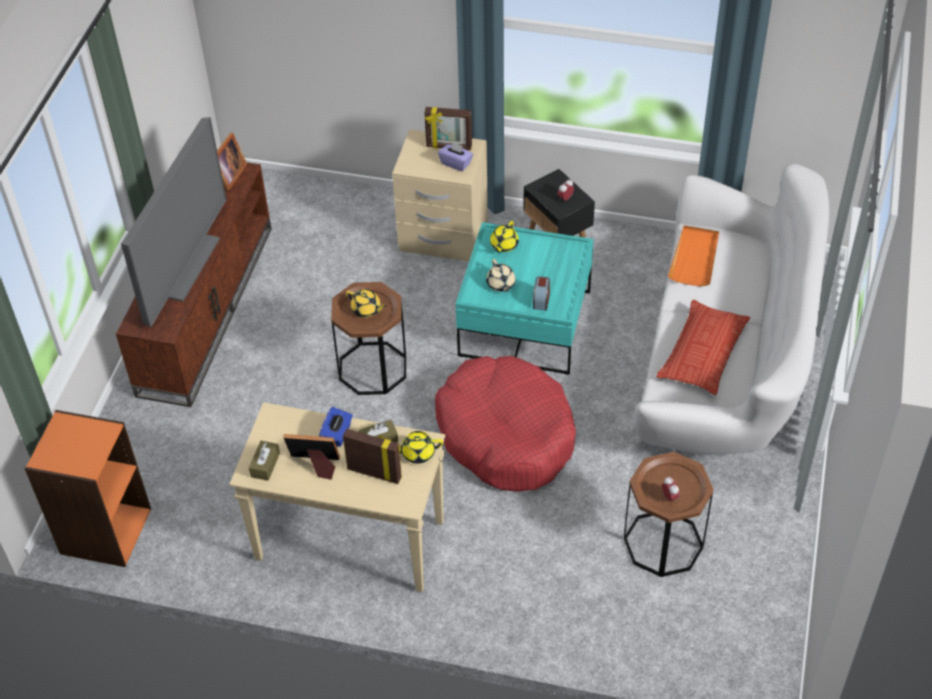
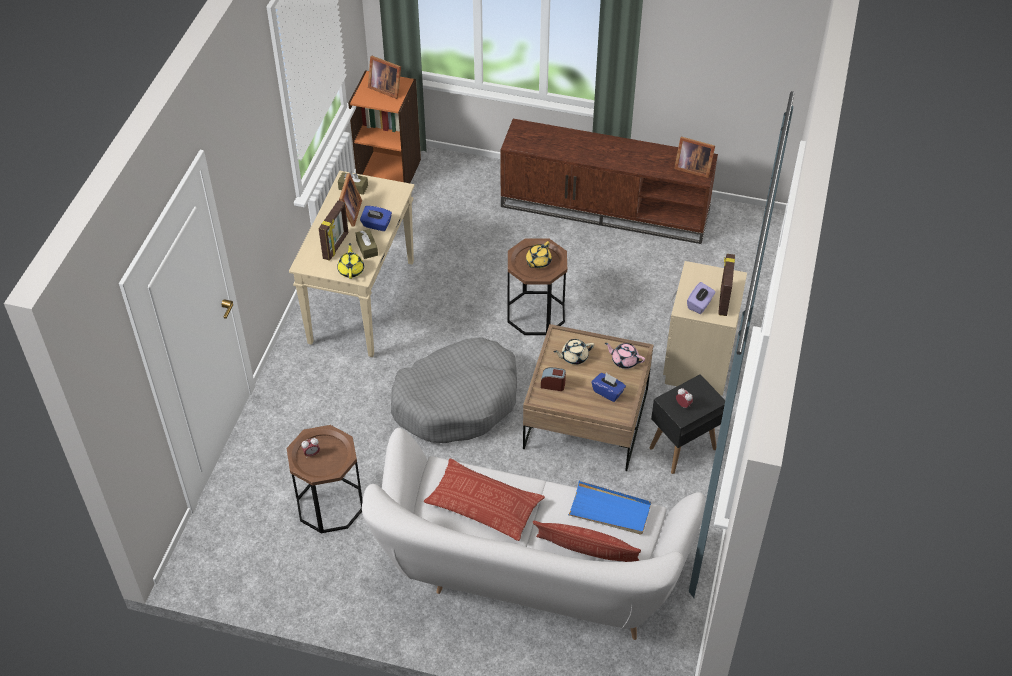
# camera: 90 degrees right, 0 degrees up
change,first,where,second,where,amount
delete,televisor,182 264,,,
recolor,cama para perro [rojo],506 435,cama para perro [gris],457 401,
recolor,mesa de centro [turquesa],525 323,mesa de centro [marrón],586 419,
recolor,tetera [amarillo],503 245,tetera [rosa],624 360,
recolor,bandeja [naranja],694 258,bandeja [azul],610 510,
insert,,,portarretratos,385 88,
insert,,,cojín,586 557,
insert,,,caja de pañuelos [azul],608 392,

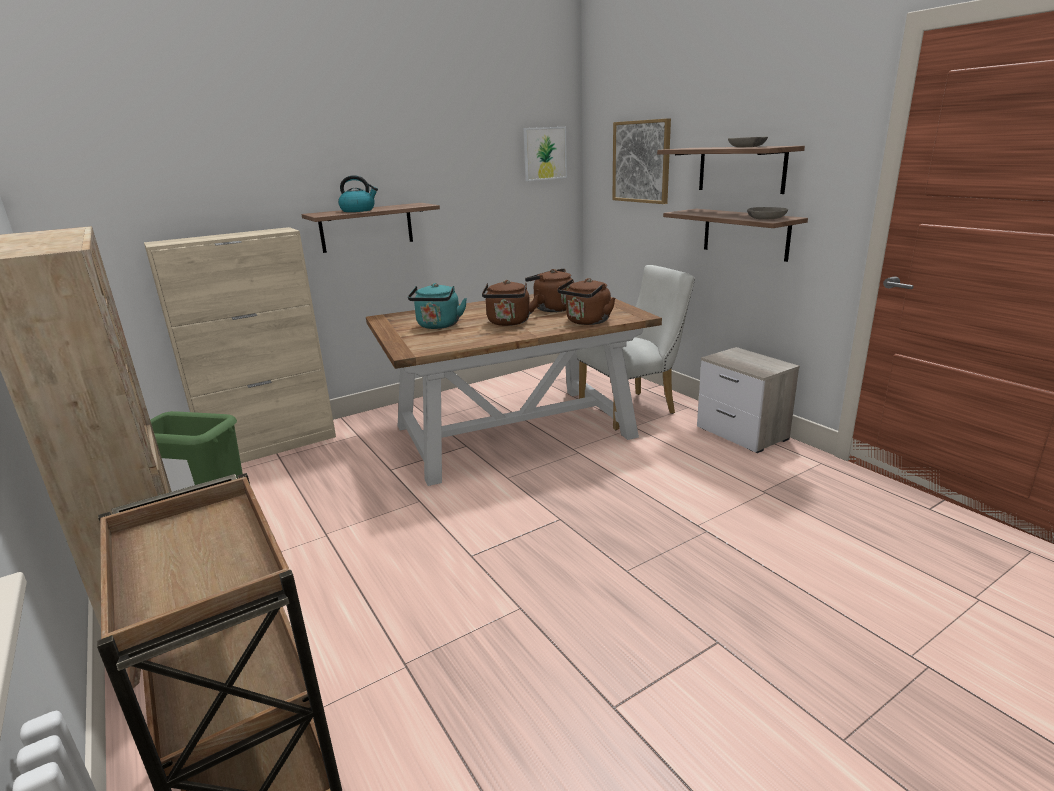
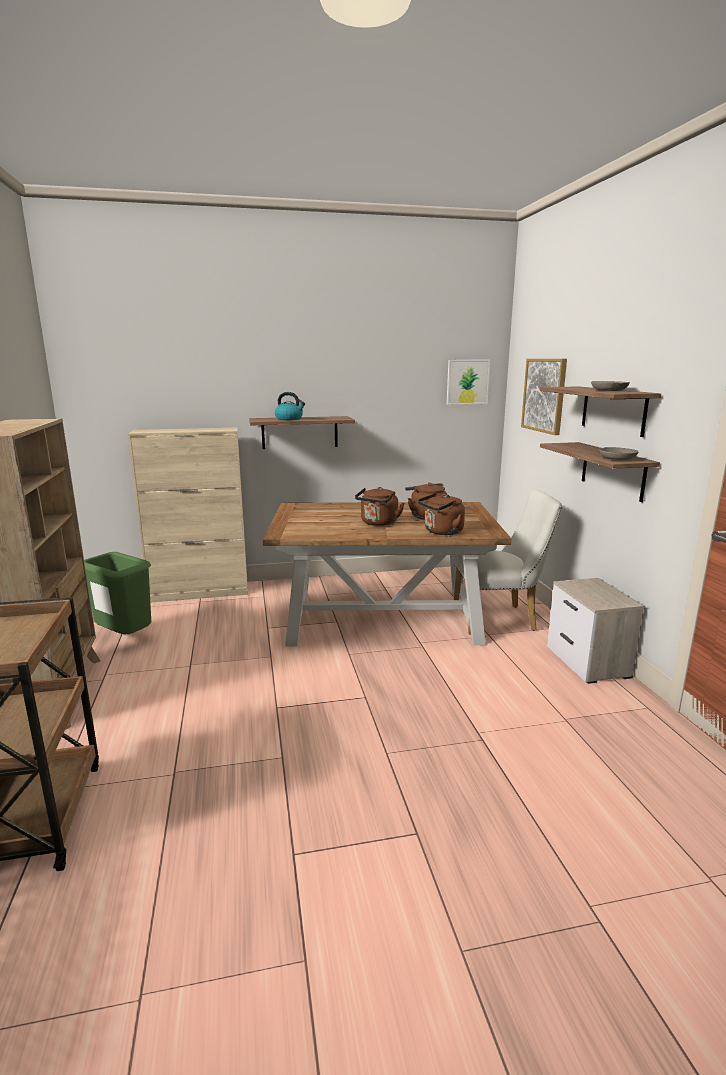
# camera: 20 degrees right, 5 degrees down
change,first,where,second,where,amount
delete,hervidor [turquesa],438 326,,,

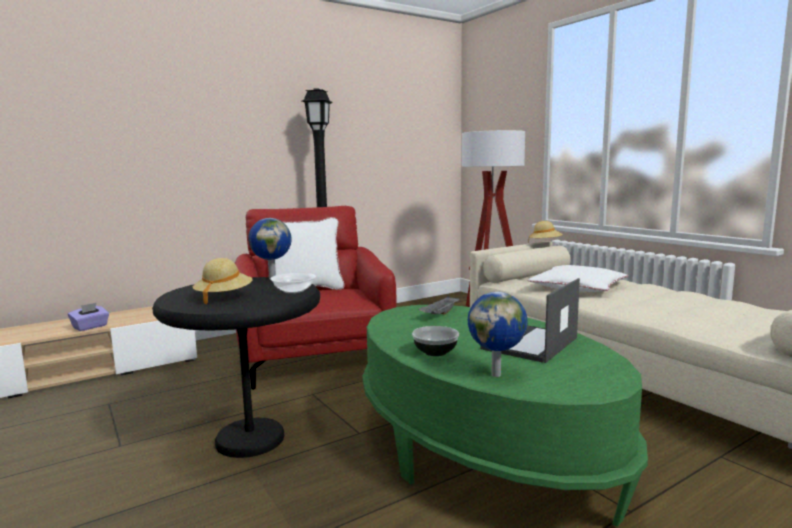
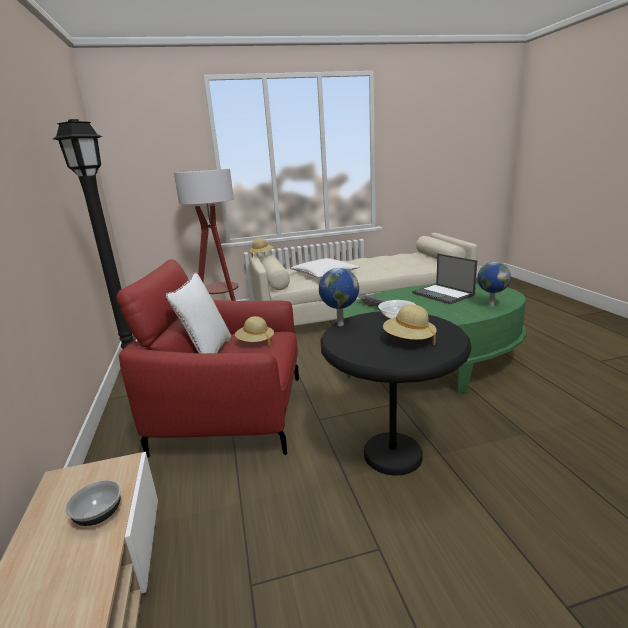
# camera: 70 degrees left, 10 degrees up
change,first,where,second,where,amount
delete,caja de pañuelos [morado],90 327,,,
move,cuenco,436 352,,99 514,
insert,,,sombrero [beis],255 342,

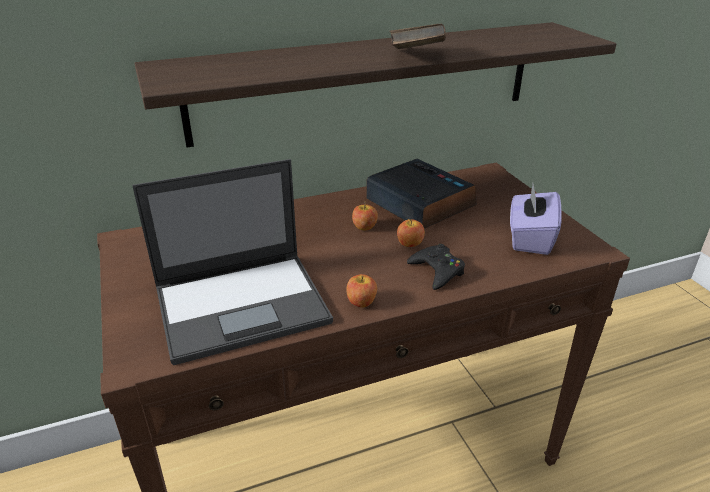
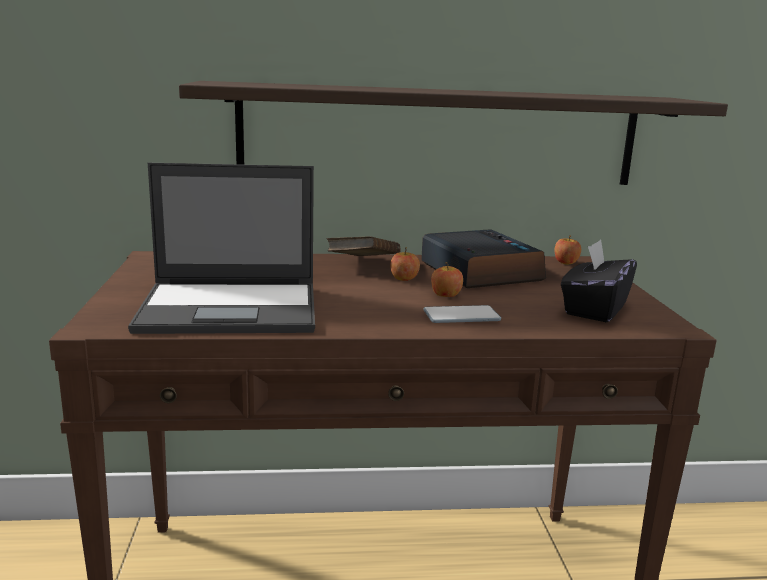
# camera: 15 degrees right, 15 degrees down
change,first,where,second,where,amount
move,manzana,361 302,,566 263,
move,libro [marrón],417 57,,363 265,
replace,mando de consola [negro],437 271,móvil,461 316,
recolor,caja de pañuelos [morado],529 238,caja de pañuelos [negro],594 309,

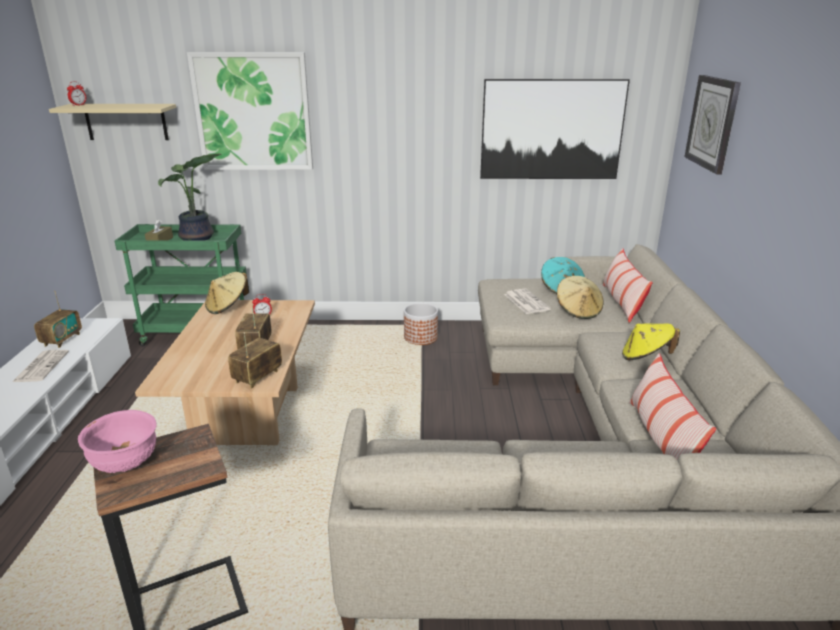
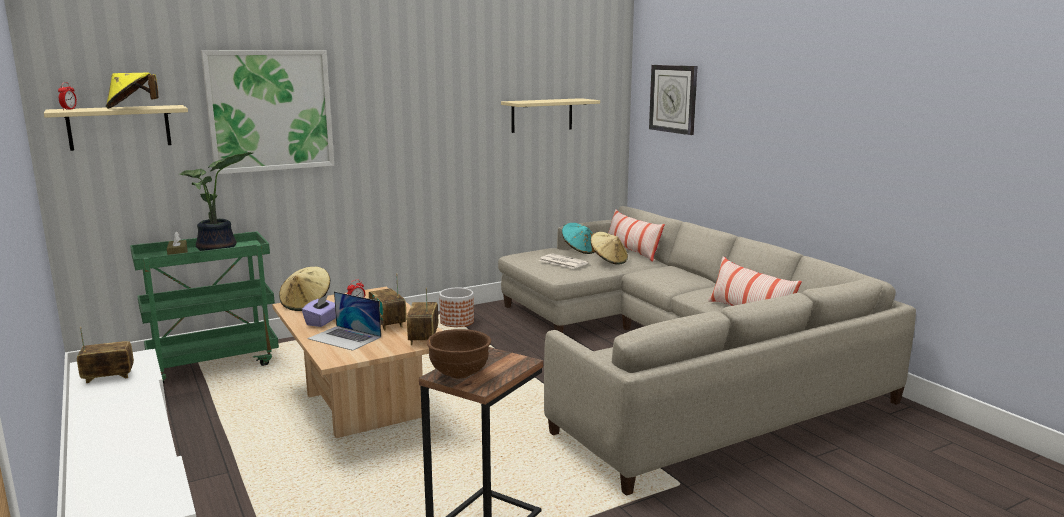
# camera: 30 degrees left, 10 degrees down
change,first,where,second,where,amount
delete,periódico,41 366,,,
rotate,radio,62 340,,108 377,90 degrees counterclockwise
recolor,cuenco [rosa],126 464,cuenco [marrón],460 375,
replace,cuadro,552 130,estante [beis],542 115,
move,sombrero [amarillo],645 357,,131 108,
insert,,,caja de pañuelos [morado],322 322,
insert,,,portátil,344 338,

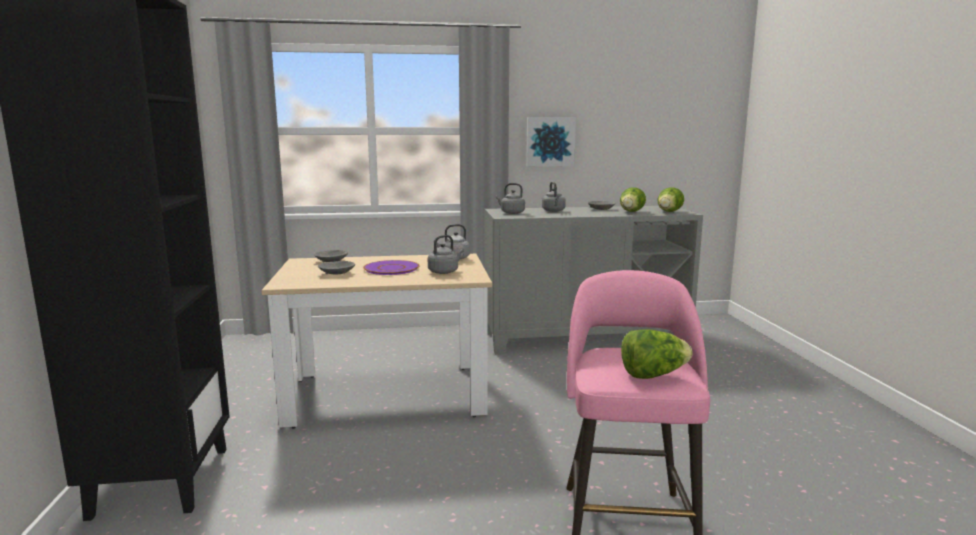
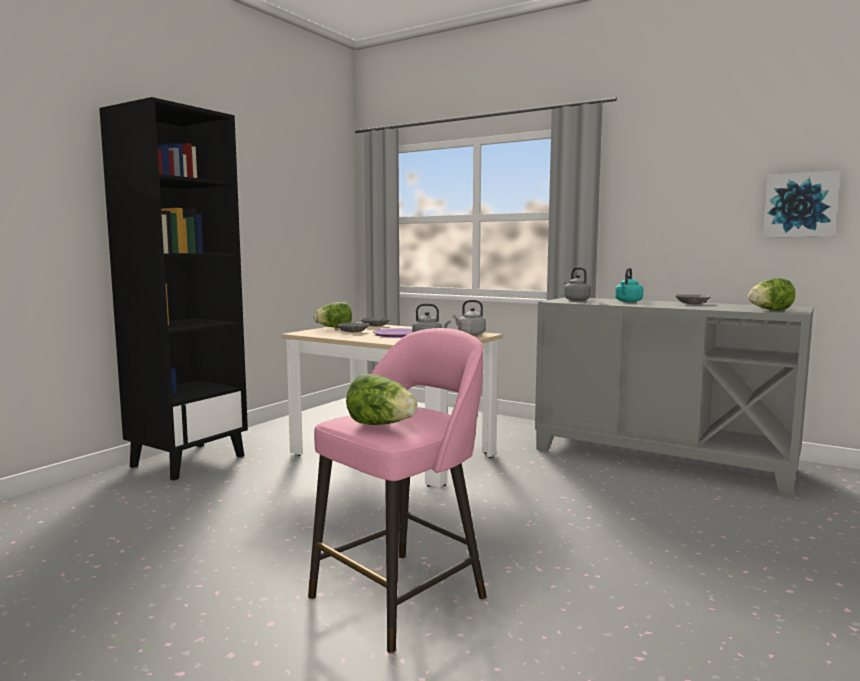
# camera: 40 degrees right, 5 degrees down
change,first,where,second,where,amount
move,cuadro,550 141,,800 205,
recolor,hervidor [gris],553 211,hervidor [turquesa],628 301,
move,lechuga,631 212,,334 328,

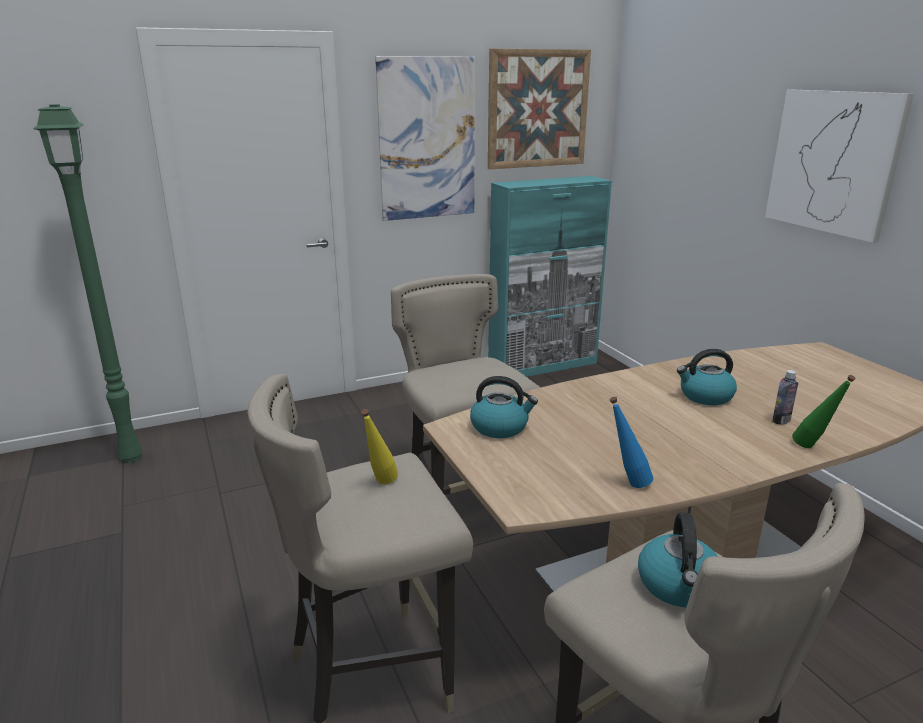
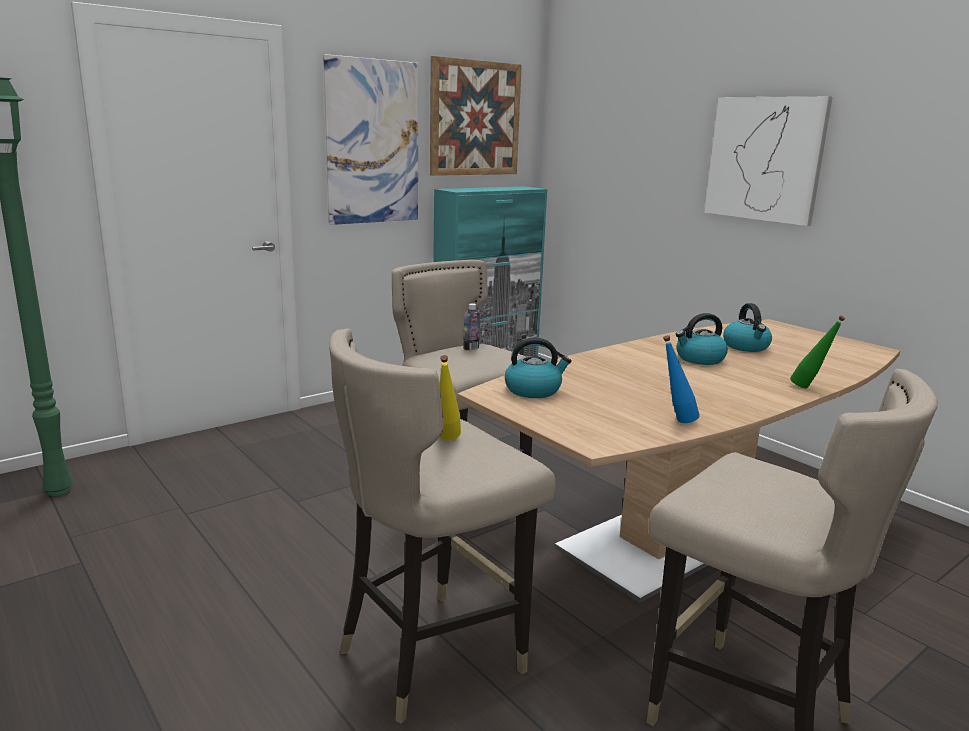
# camera: 15 degrees left, 5 degrees down
change,first,where,second,where,amount
move,hervidor,678 586,,746 347,
move,botella,781 421,,471 348,

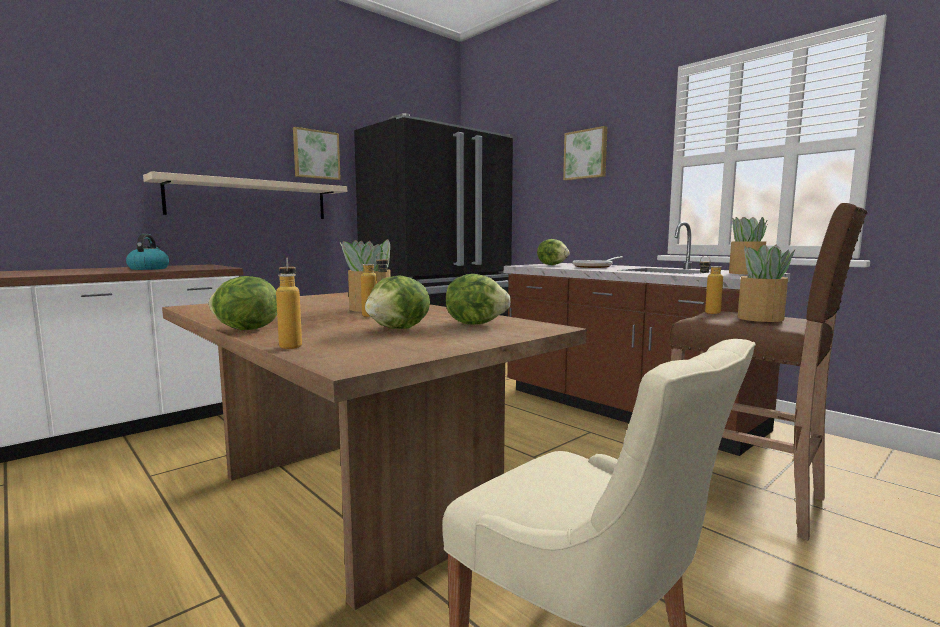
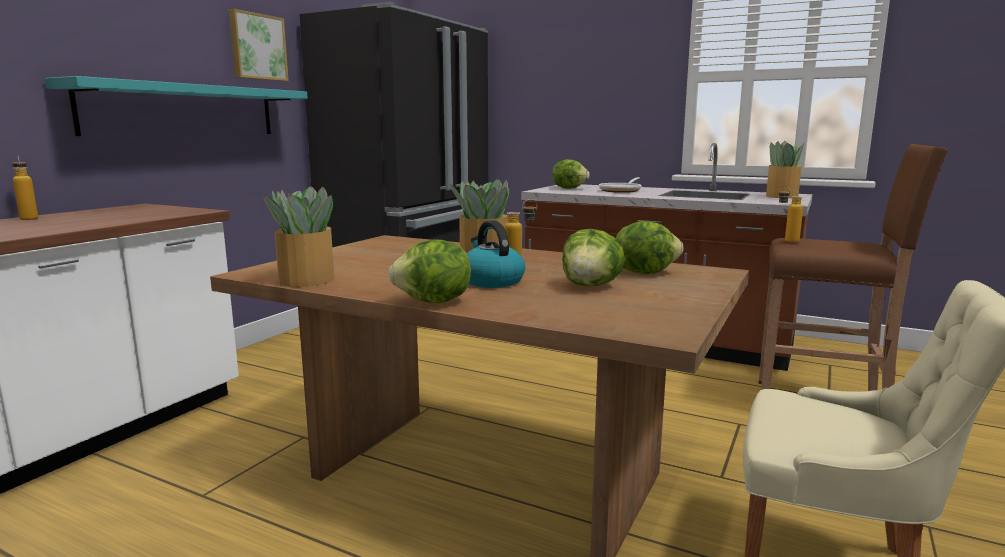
# camera: 20 degrees left, 5 degrees up
change,first,where,second,where,amount
move,hervidor,149 268,,491 281,
recolor,estante [beis],250 199,estante [turquesa],184 110,
move,botella,291 345,,29 218,
delete,cuadro,586 154,,,
move,planta en maceta,759 318,,305 280,

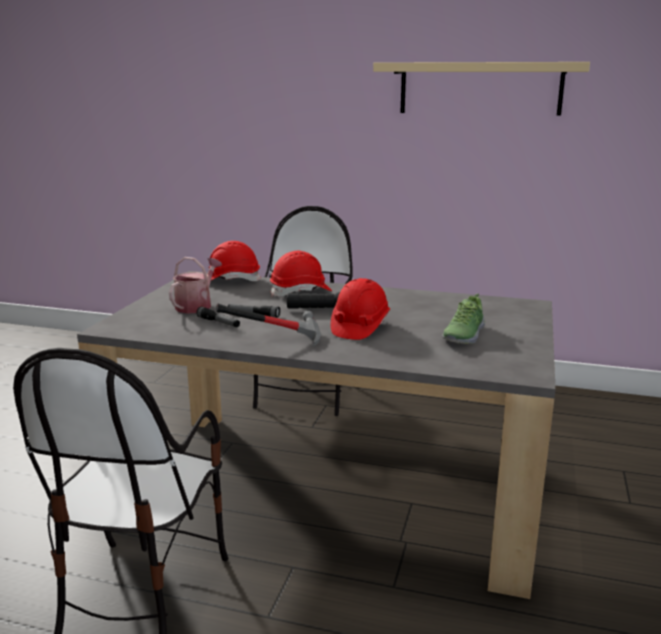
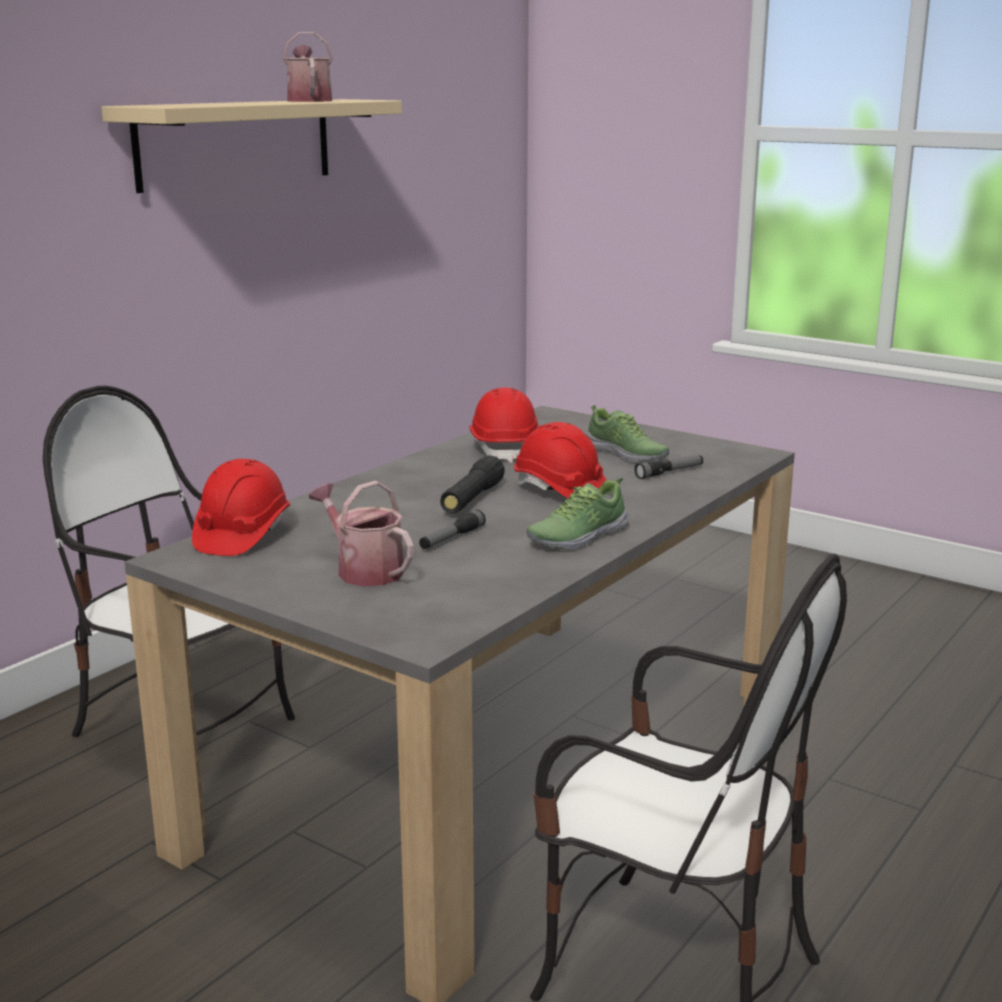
# camera: 70 degrees left, 0 degrees up
change,first,where,second,where,amount
move,linterna,218 322,,669 473,
replace,martillo,276 340,zapato,577 537,
move,casco [rojo],301 292,,505 448,
insert,,,regadera,309 101,

